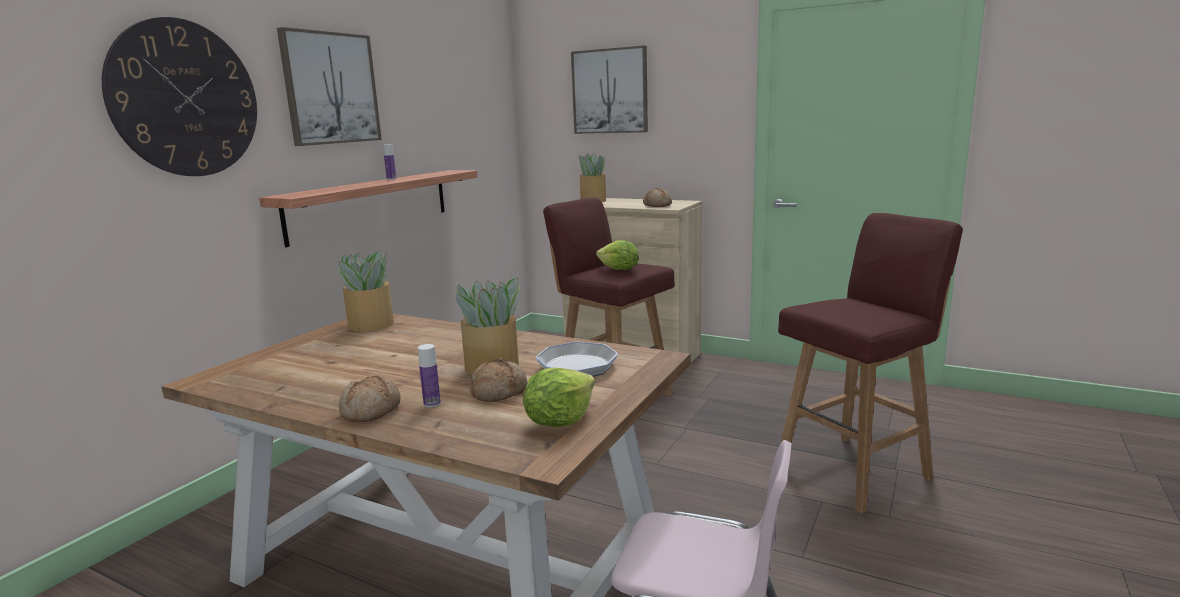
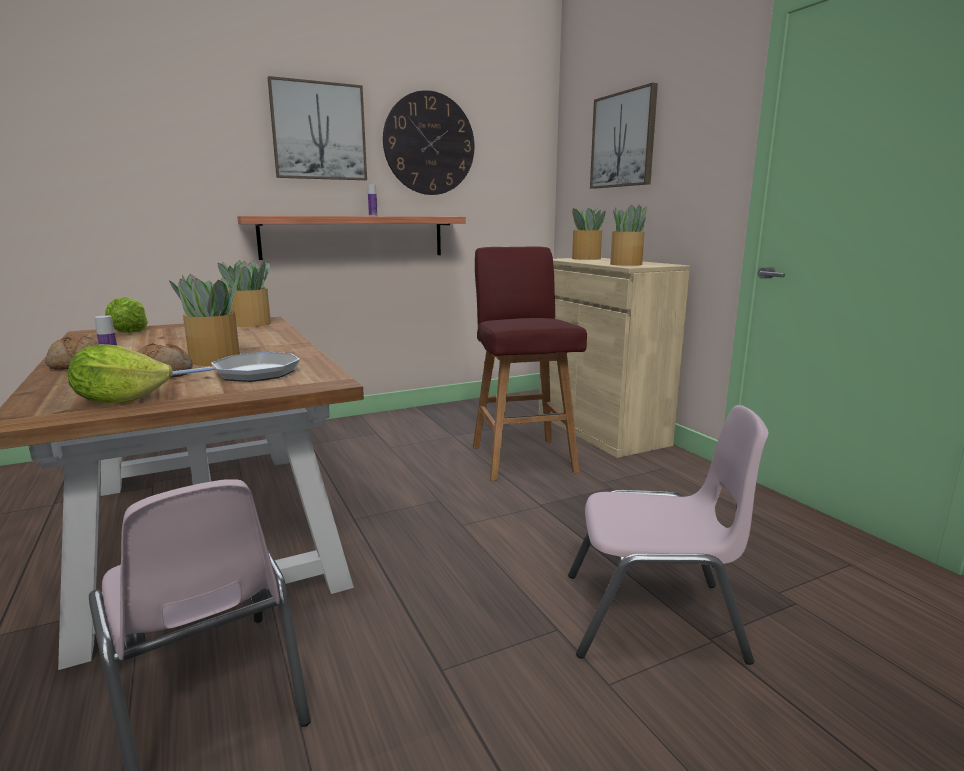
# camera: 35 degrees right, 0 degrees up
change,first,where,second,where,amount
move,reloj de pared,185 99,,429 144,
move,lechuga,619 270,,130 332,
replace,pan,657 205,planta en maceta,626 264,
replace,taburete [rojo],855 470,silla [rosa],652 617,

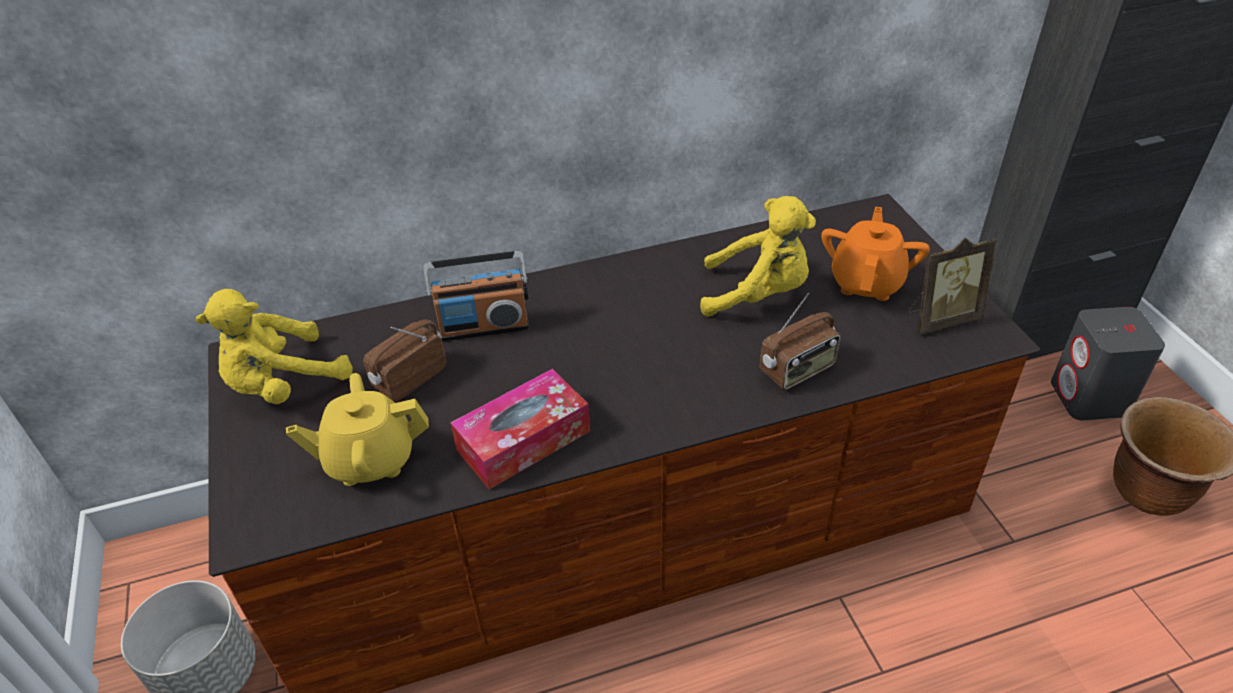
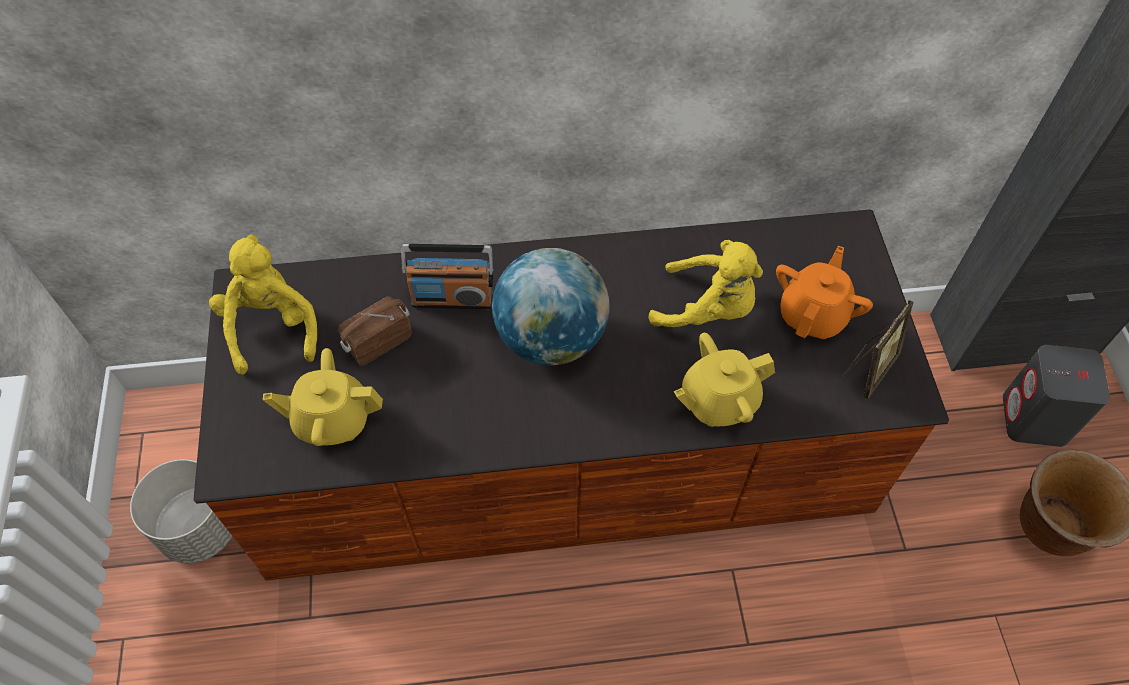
# camera: 10 degrees right, 15 degrees up
change,first,where,second,where,amount
rotate,peluche [amarillo],283 384,,271 327,105 degrees clockwise
delete,caja de pañuelos,523 440,,,
replace,radio,798 370,tetera [amarillo],718 401,
rotate,portarretratos,940 318,,868 369,45 degrees counterclockwise
insert,,,globo terráqueo,551 338,

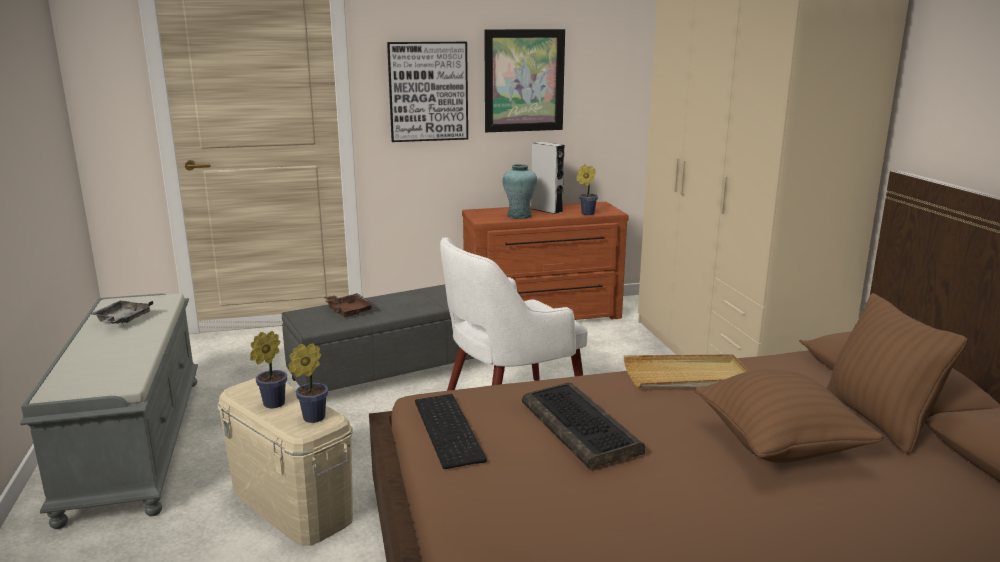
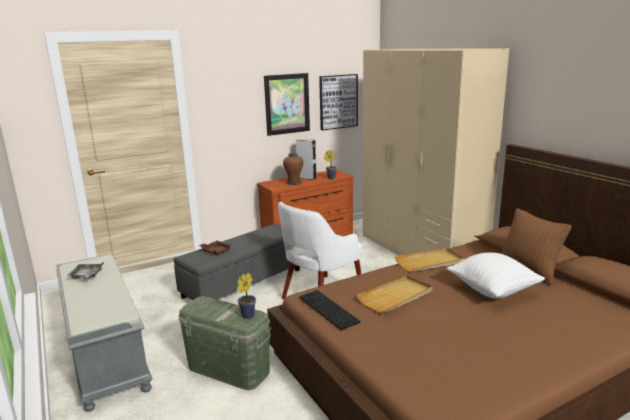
# camera: 15 degrees left, 0 degrees up
change,first,where,second,where,amount
recolor,caja de almacenaje [beis],292 504,caja de almacenaje [verde],229 369,
delete,planta en maceta,271 404,,,
move,cuadro,428 91,,338 101,
recolor,florero [turquesa],519 216,florero [marrón],293 183,
replace,teclado,581 427,bandeja [beis],396 296,
recolor,cojín [marrón],778 446,cojín [blanco],492 290,

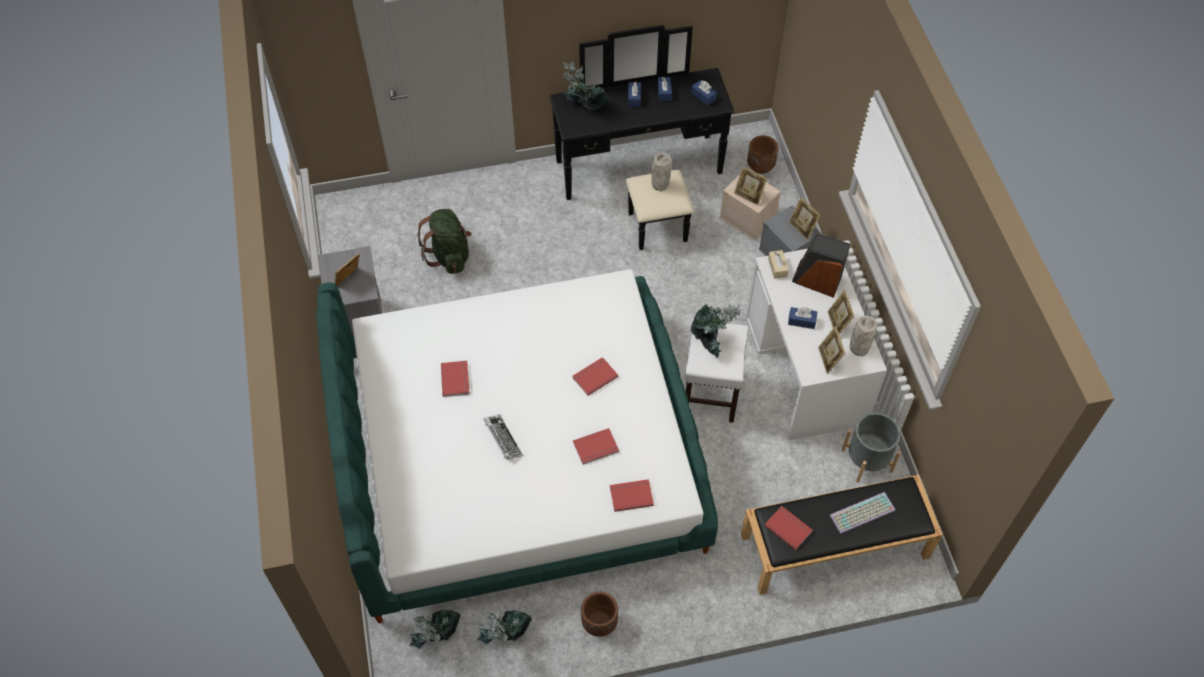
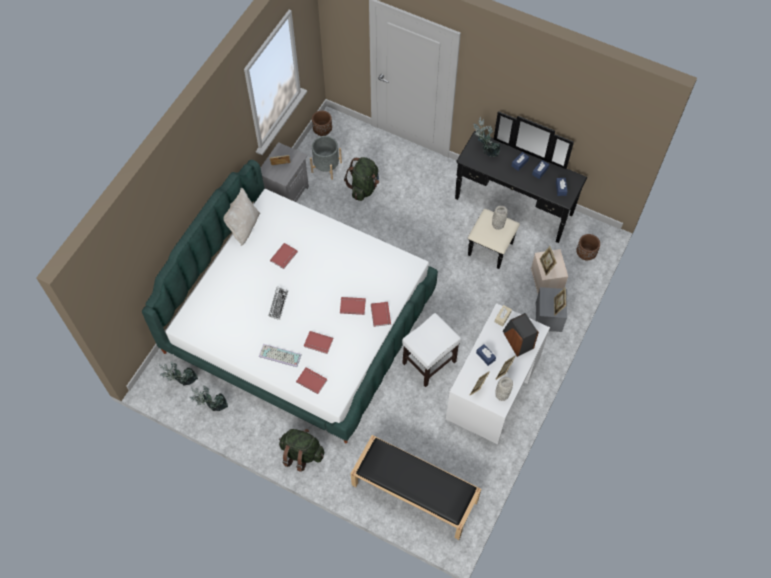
# camera: 40 degrees right, 5 degrees up
change,first,where,second,where,amount
move,maceta [marrón],599 622,,322 130,
delete,planta en maceta,711 342,,,
move,libro [rojo],788 527,,381 314,
move,teclado,862 514,,279 356,
move,maceta [gris],867 460,,326 167,
insert,,,cojín [beis],243 226,
insert,,,mochila [verde],301 453,

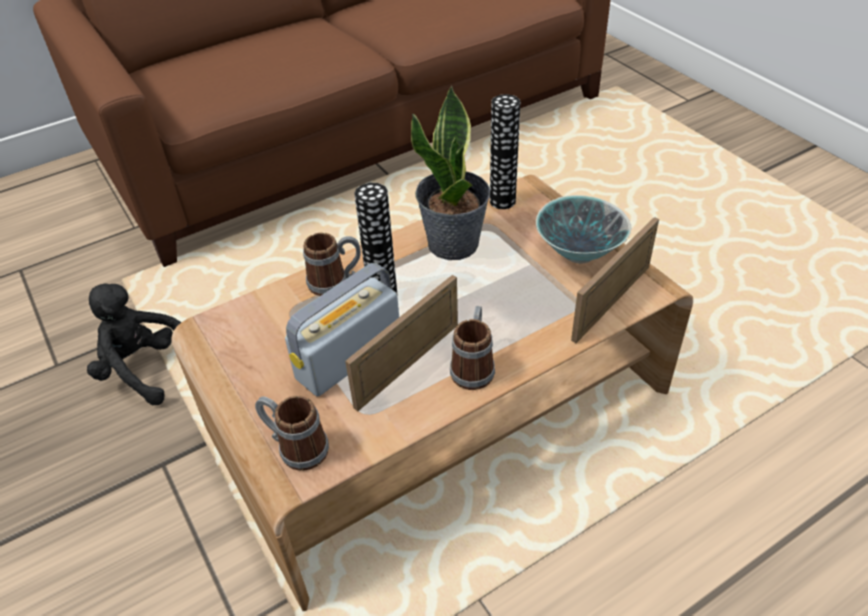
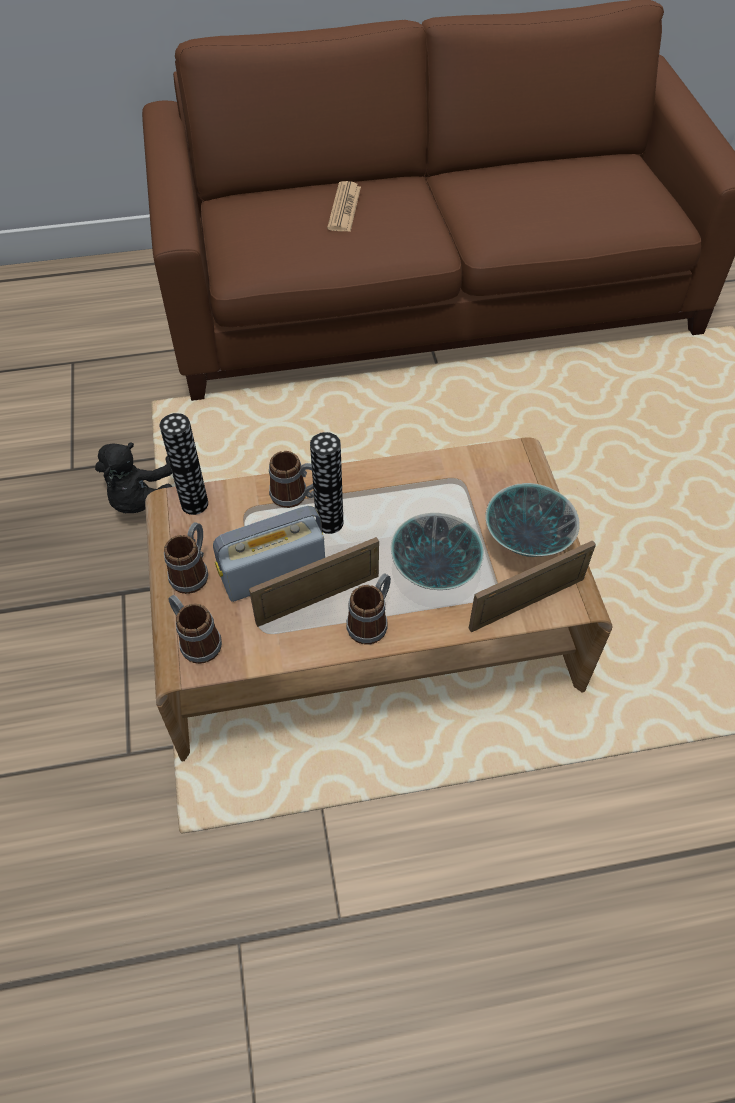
# camera: 20 degrees right, 10 degrees up
change,first,where,second,where,amount
rotate,peluche [negro],145 369,,140 499,135 degrees counterclockwise
delete,planta en maceta,454 244,,,
move,florero,502 201,,194 504,
insert,,,taza grande,193 571,
insert,,,periódico,344 208,
insert,,,cuenco,434 573,

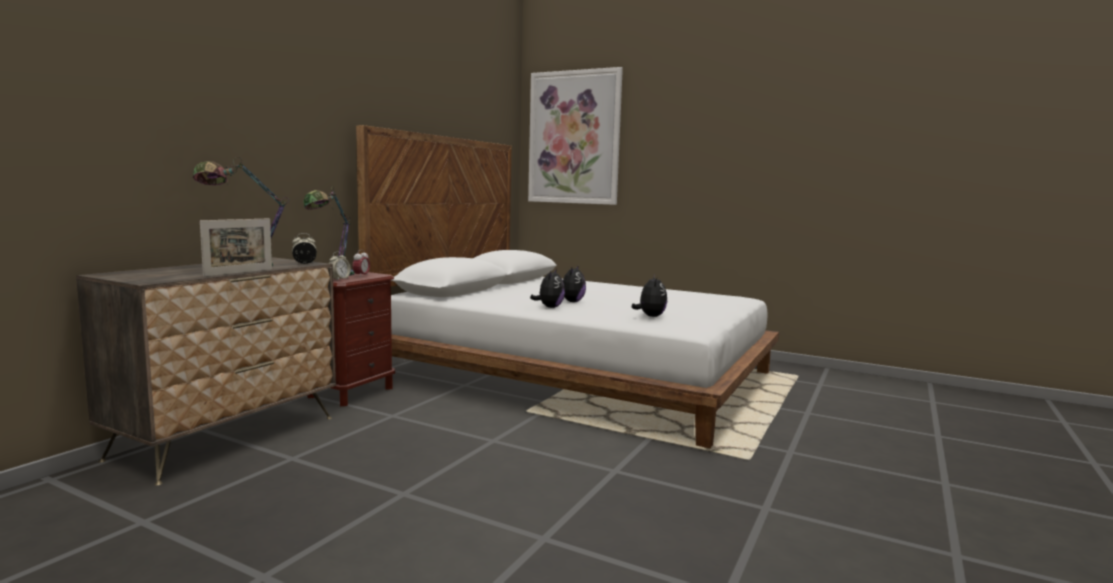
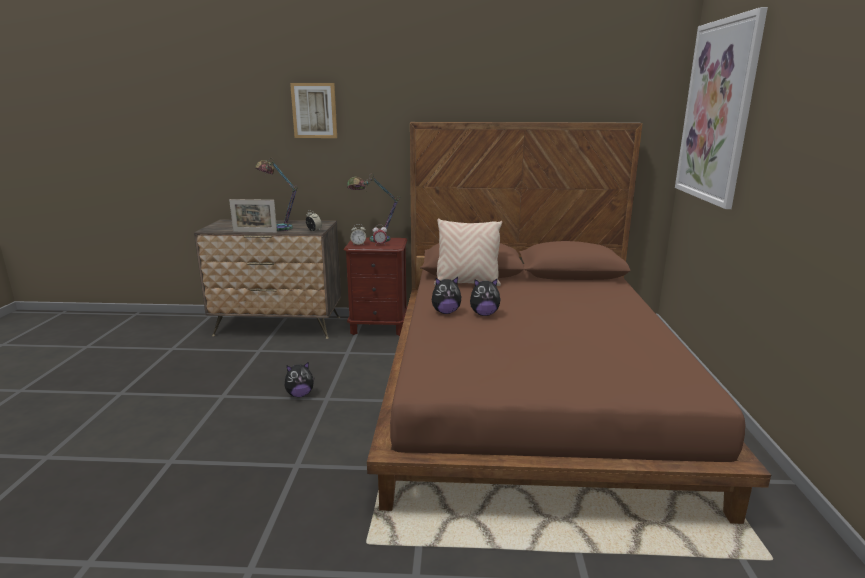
# camera: 65 degrees right, 10 degrees up
change,first,where,second,where,amount
recolor,cama [blanco],578 374,cama [marrón],530 391,
move,peluche,650 316,,300 394,
insert,,,cuadro,314 110,
insert,,,cojín [beis],467 283,

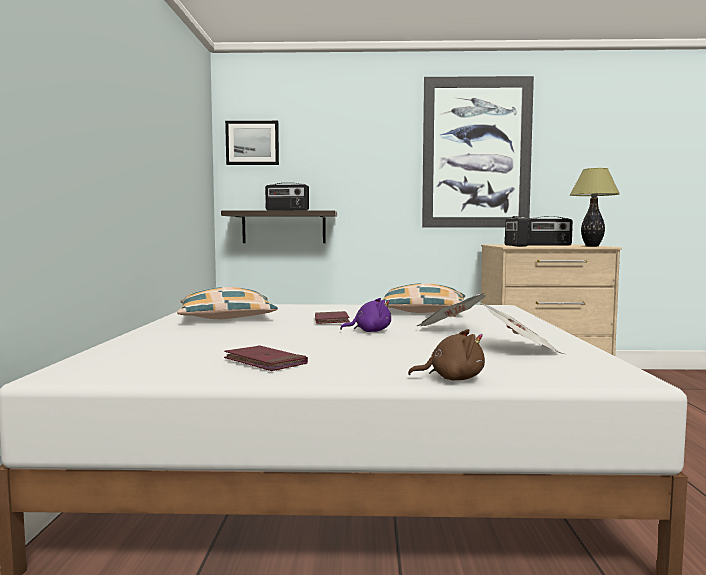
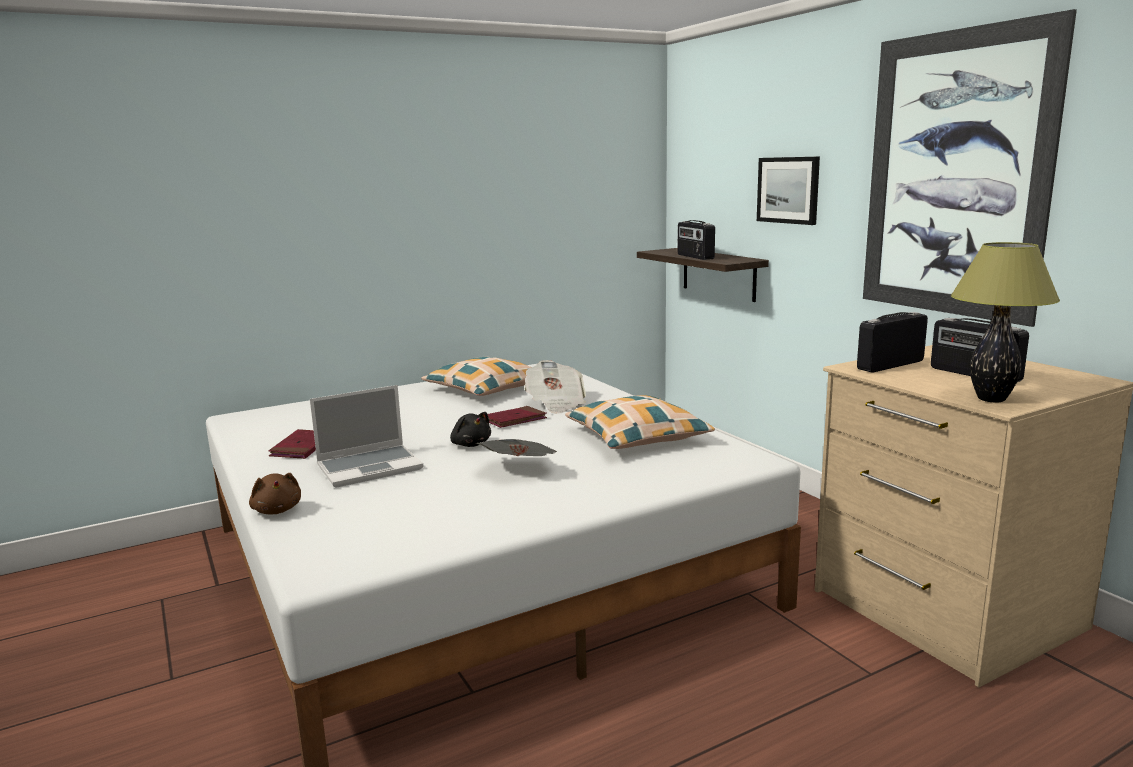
# camera: 60 degrees right, 10 degrees up
change,first,where,second,where,amount
move,cuadro,252 143,,788 190,
recolor,peluche [morado],370 331,peluche [negro],470 444,
move,periódico,520 350,,556 403,
insert,,,portátil,370 467,

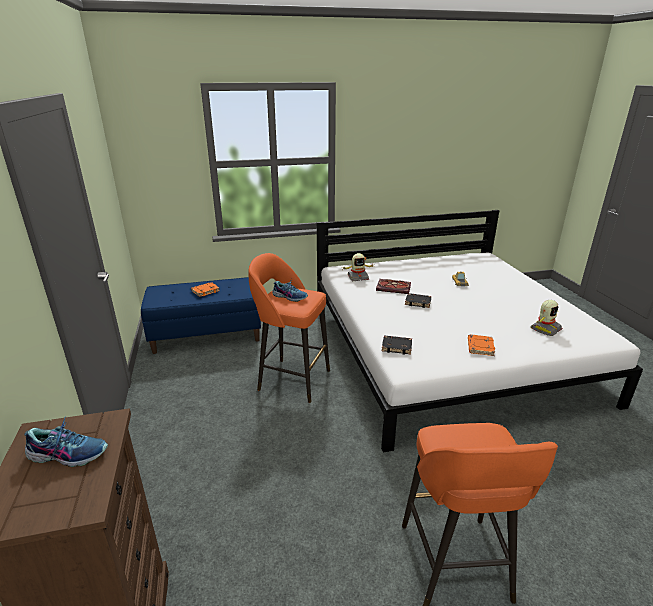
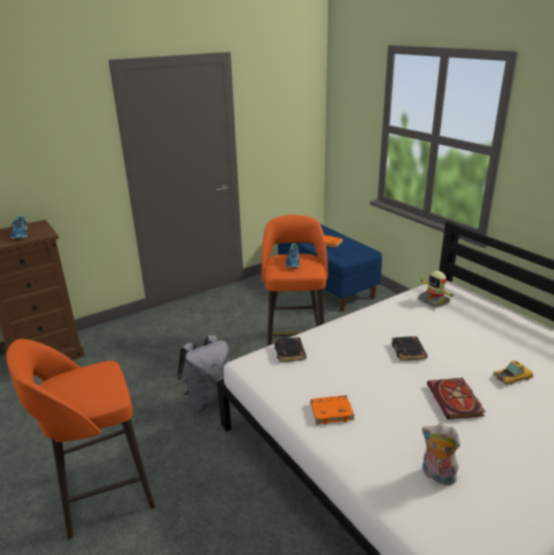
# camera: 70 degrees right, 0 degrees up
change,first,where,second,where,amount
move,libro,394 288,,456 401,
replace,robot de juguete,545 329,peluche,436 476,
insert,,,mochila [gris],209 400,

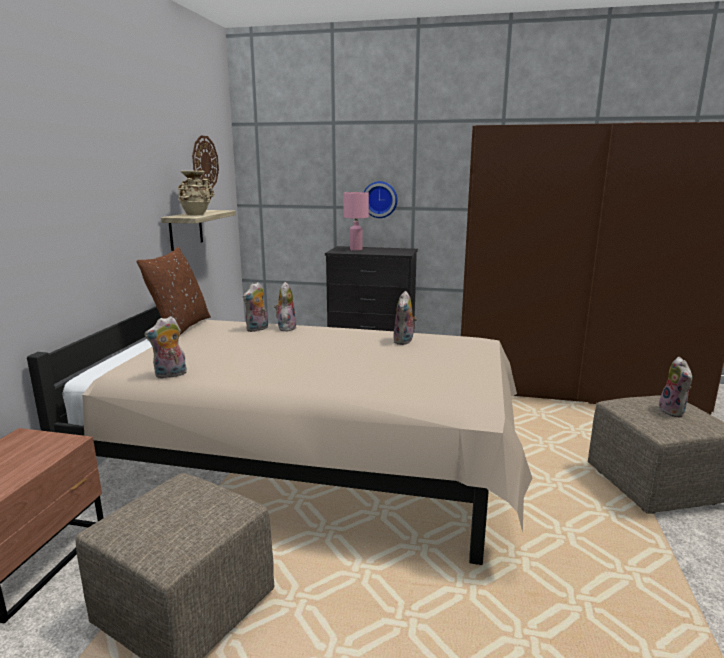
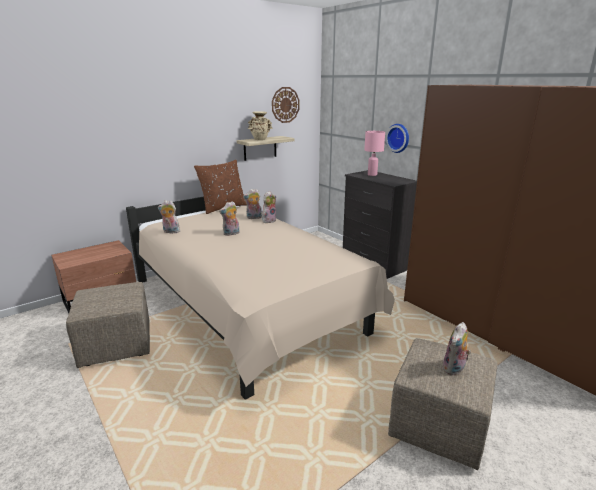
# camera: 40 degrees right, 5 degrees up
change,first,where,second,where,amount
move,peluche,404 341,,231 234,

